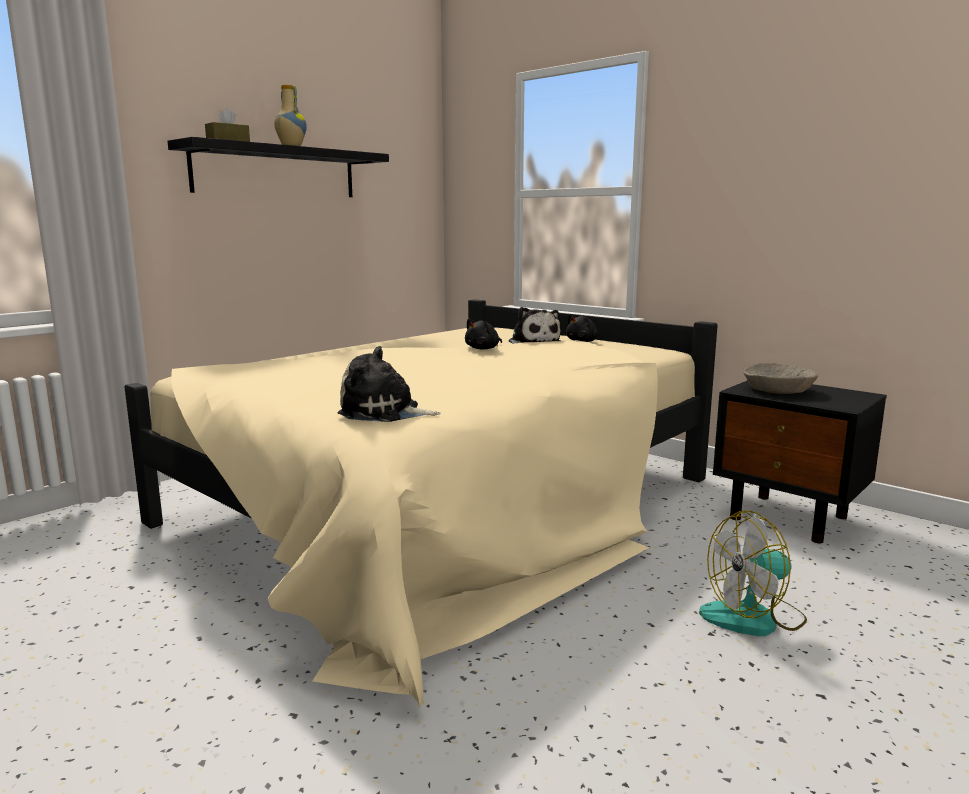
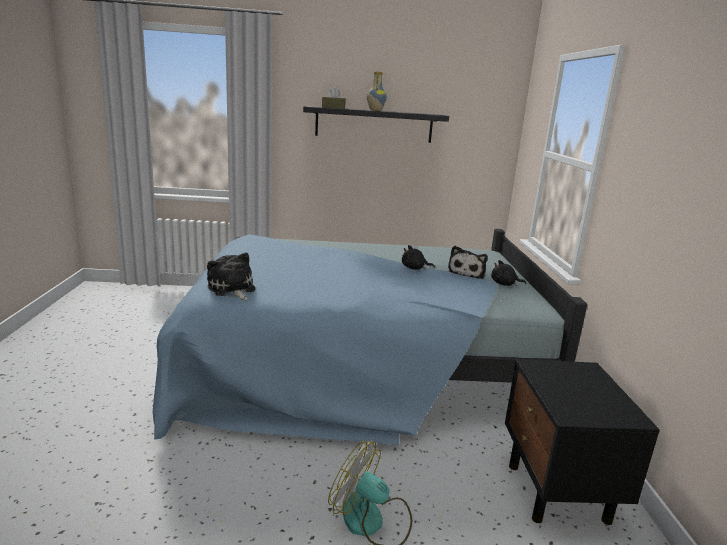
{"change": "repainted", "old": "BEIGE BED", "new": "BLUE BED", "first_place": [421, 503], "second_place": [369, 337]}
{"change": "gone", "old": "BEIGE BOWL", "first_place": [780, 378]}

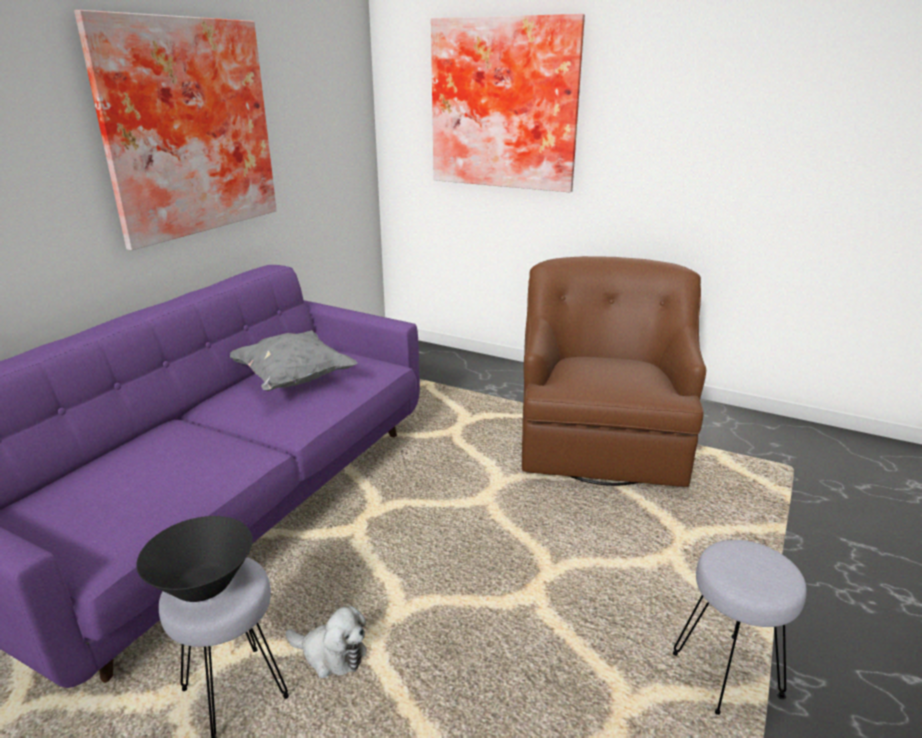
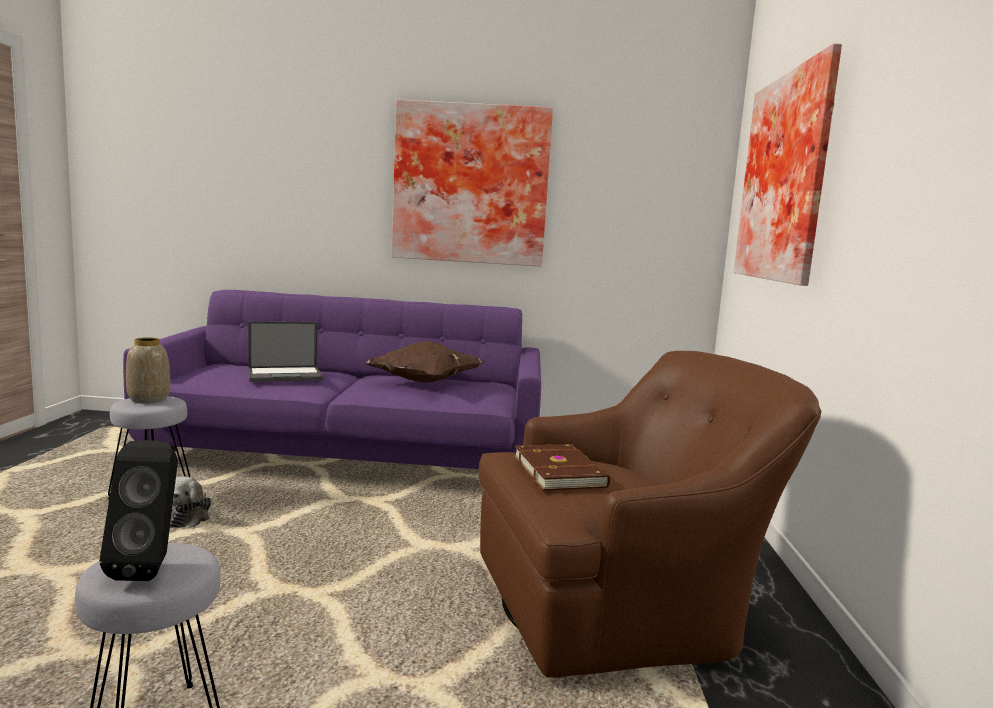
{"change": "new", "new": "BLACK SPEAKER", "second_place": [139, 510]}
{"change": "swapped", "old": "BLACK BOWL", "new": "VASE", "first_place": [194, 559], "second_place": [148, 370]}
{"change": "new", "new": "LAPTOP", "second_place": [285, 351]}
{"change": "repainted", "old": "GREY PILLOW", "new": "BROWN PILLOW", "first_place": [294, 360], "second_place": [424, 362]}
{"change": "new", "new": "BROWN BOOK", "second_place": [562, 467]}

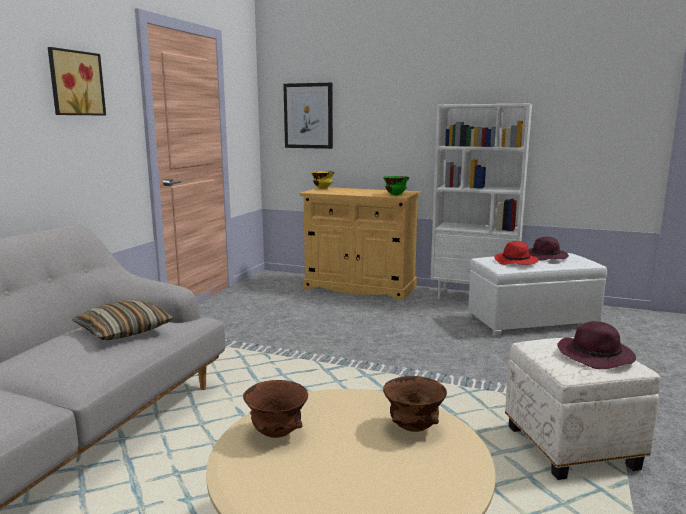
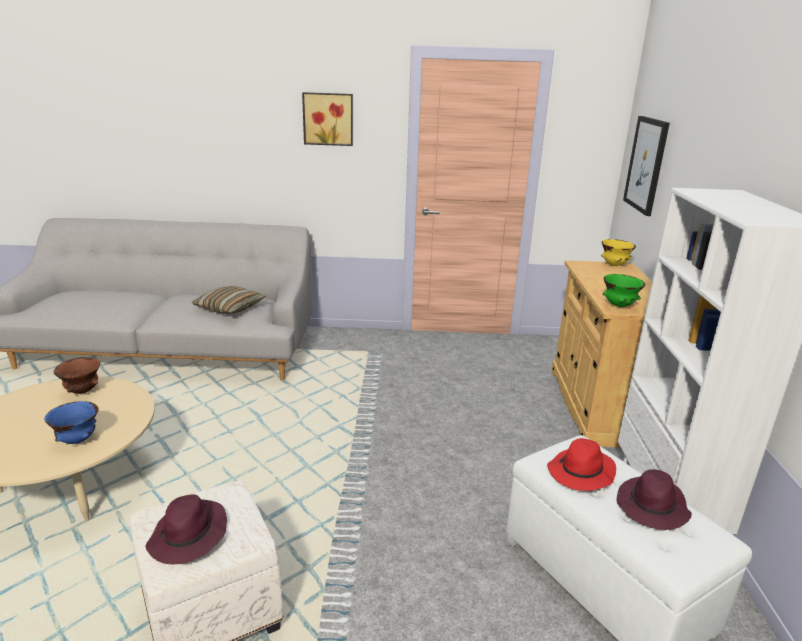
{"change": "repainted", "old": "BROWN BOWL", "new": "BLUE BOWL", "first_place": [415, 404], "second_place": [71, 422]}

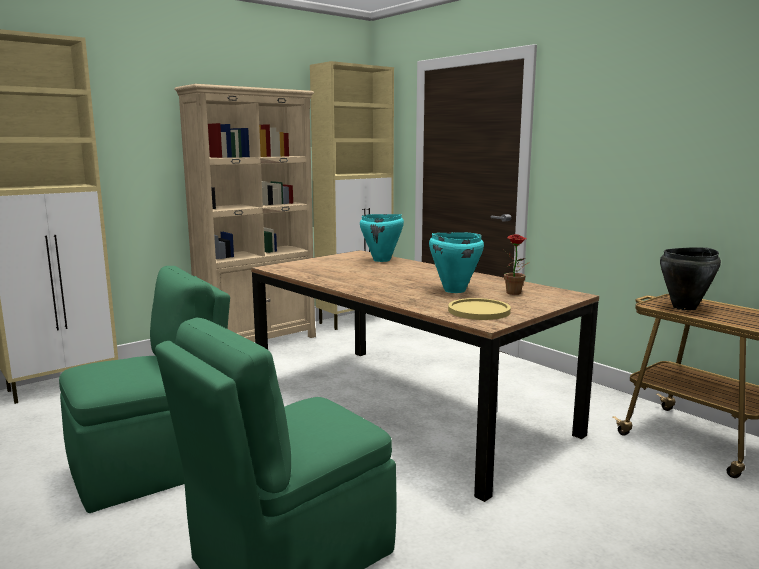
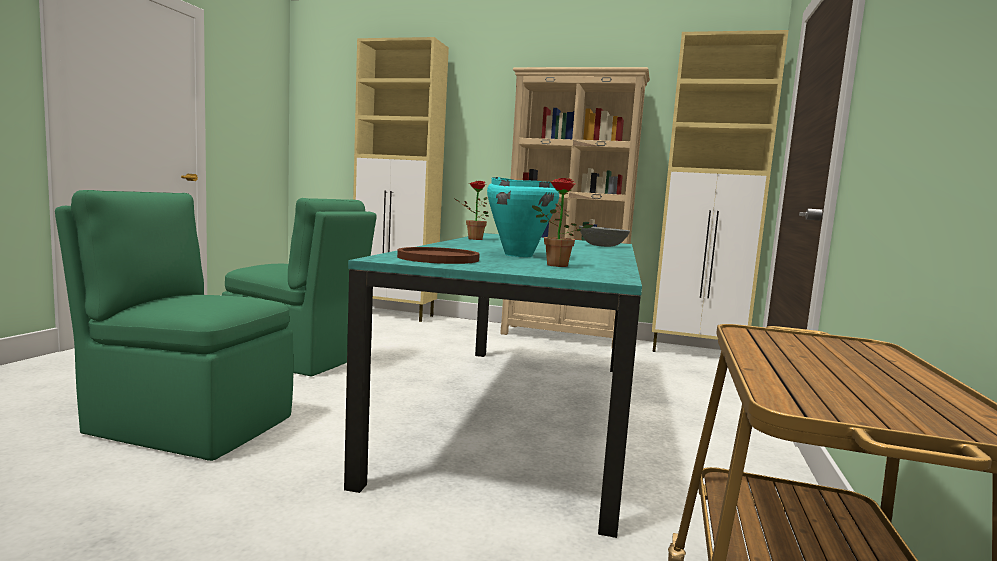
{"change": "repainted", "old": "BROWN DINING TABLE", "new": "TURQUOISE DINING TABLE", "first_place": [425, 376], "second_place": [493, 385]}
{"change": "repainted", "old": "YELLOW PLATE", "new": "BROWN PLATE", "first_place": [479, 309], "second_place": [438, 255]}
{"change": "new", "new": "POTTED PLANT", "second_place": [472, 210]}
{"change": "swapped", "old": "TURQUOISE COOKING POT", "new": "GREY BOWL", "first_place": [382, 238], "second_place": [604, 236]}
{"change": "gone", "old": "BLACK COOKING POT", "first_place": [690, 278]}

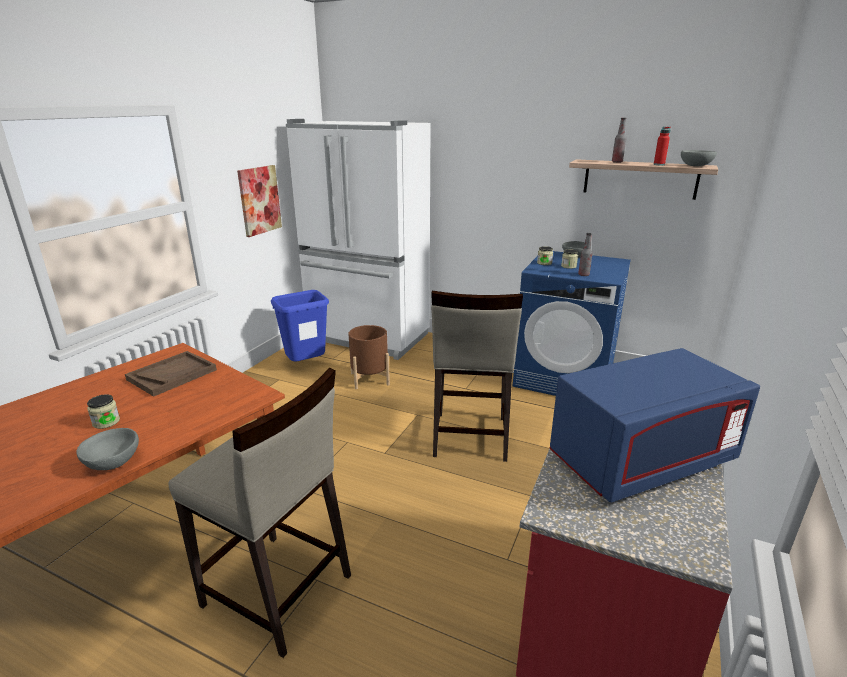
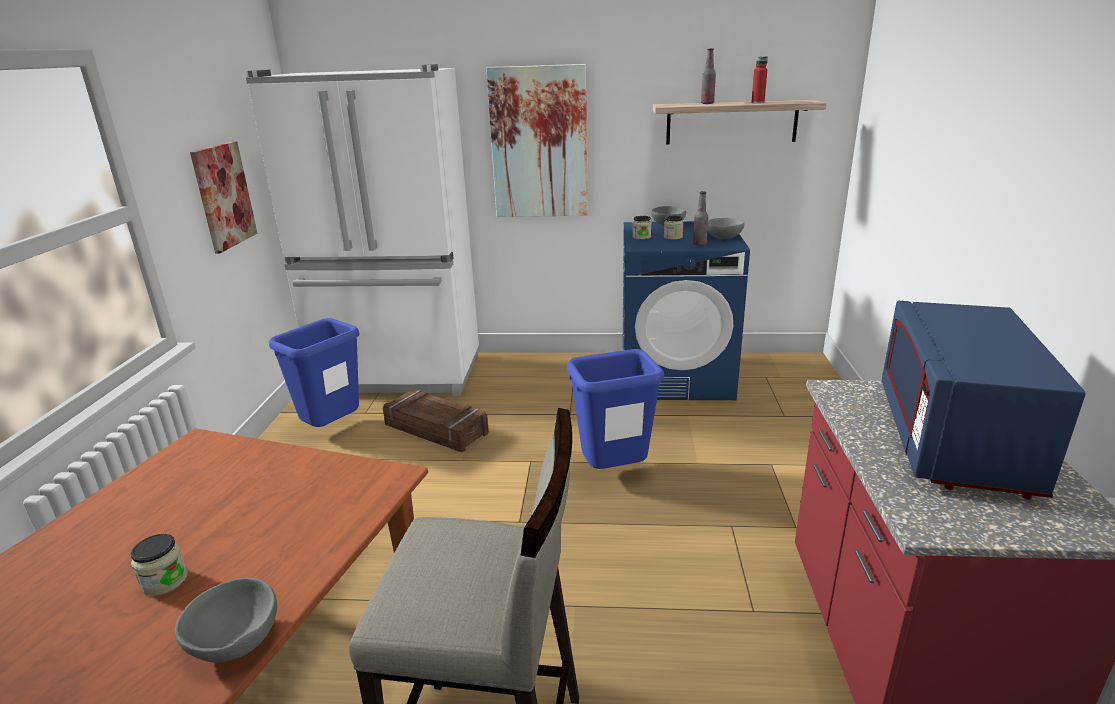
{"change": "swapped", "old": "BROWN PLANTER", "new": "CRATE", "first_place": [369, 357], "second_place": [436, 420]}
{"change": "new", "new": "PICTURE", "second_place": [537, 140]}
{"change": "swapped", "old": "BEIGE STOOL", "new": "BLUE TRASH CAN", "first_place": [477, 376], "second_place": [615, 409]}
{"change": "shifted", "old": "GREY BOWL", "first_place": [699, 158], "second_place": [726, 228]}
{"change": "rotated", "old": "BLUE MICROWAVE", "first_place": [654, 425], "second_place": [984, 400], "degrees": 150}
{"change": "gone", "old": "BROWN TRAY", "first_place": [171, 374]}

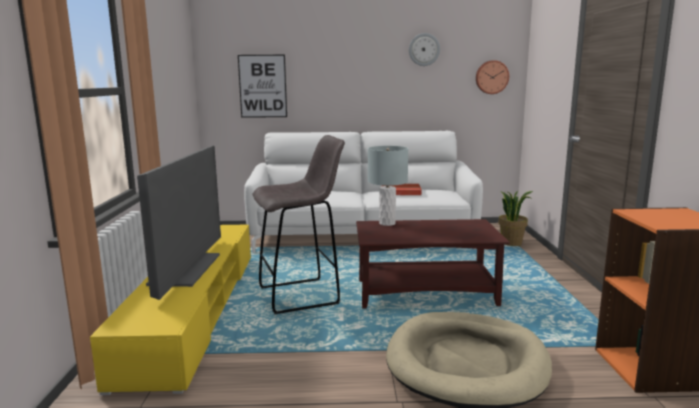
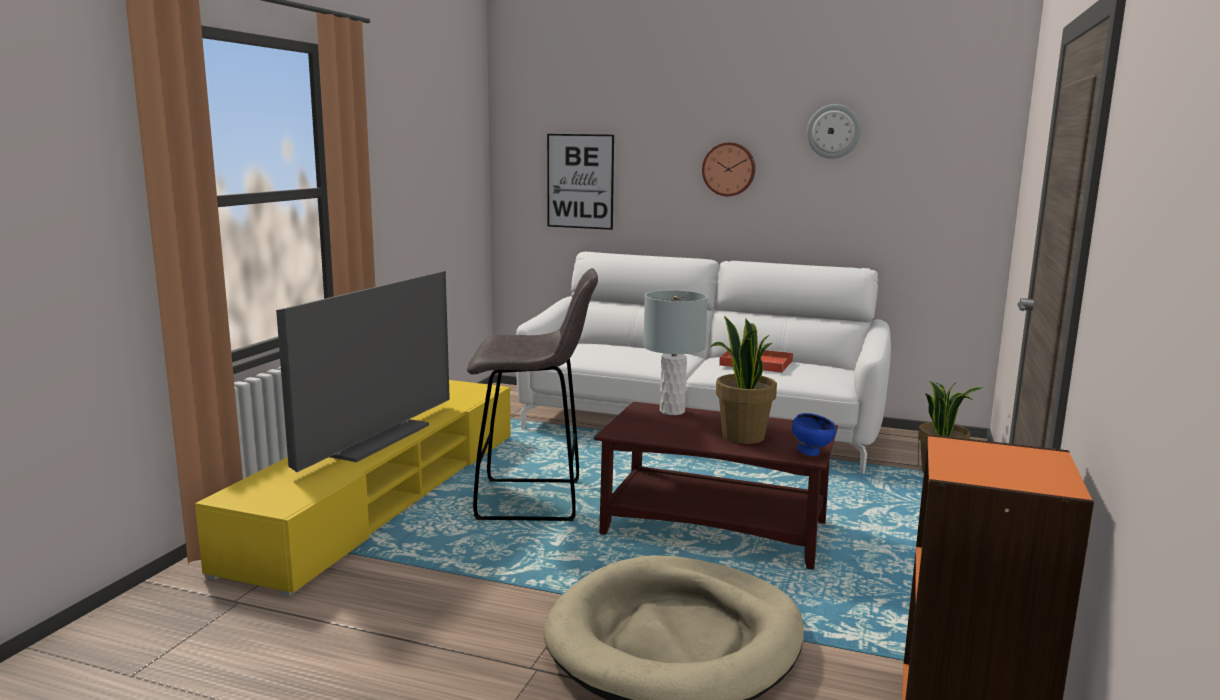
{"change": "shifted", "old": "WALL CLOCK", "first_place": [492, 77], "second_place": [728, 169]}
{"change": "new", "new": "POTTED PLANT", "second_place": [743, 380]}
{"change": "new", "new": "BLUE BOWL", "second_place": [814, 434]}

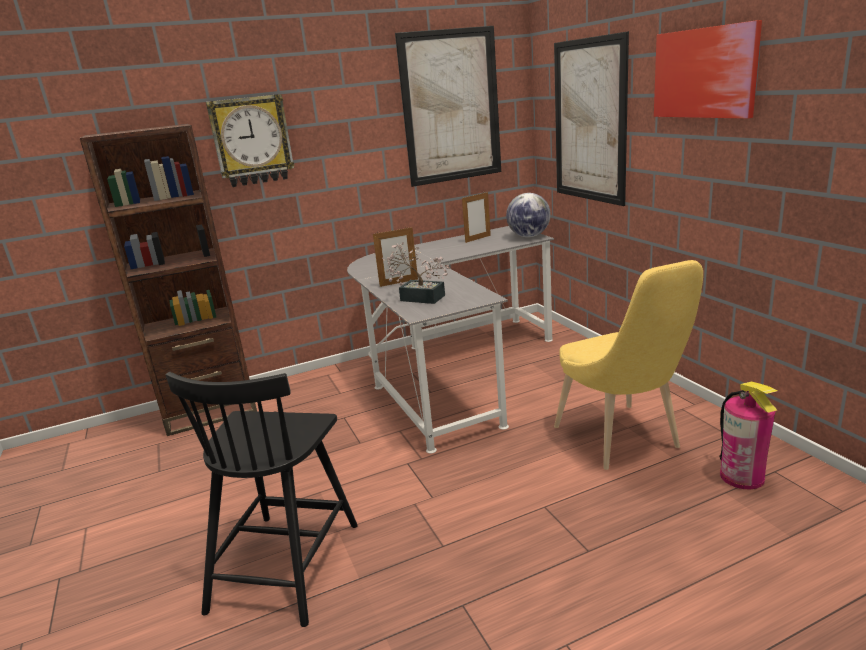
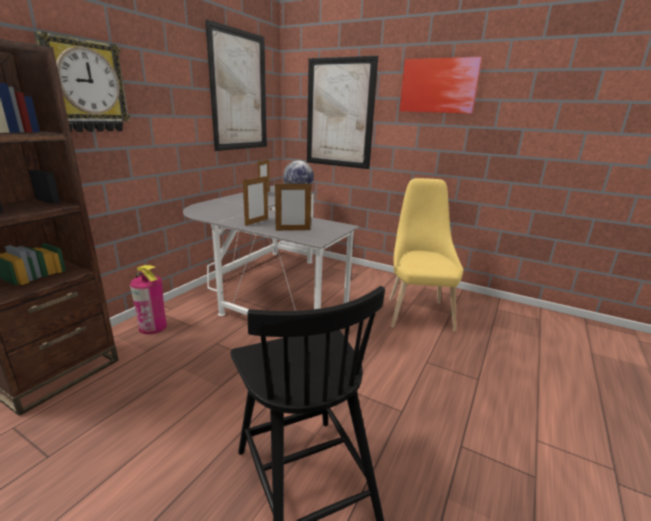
{"change": "shifted", "old": "FIRE EXTINGUISHER", "first_place": [748, 436], "second_place": [148, 299]}
{"change": "swapped", "old": "POTTED PLANT", "new": "PICTURE FRAME", "first_place": [416, 273], "second_place": [293, 206]}
{"change": "rotated", "old": "YELLOW CHAIR", "first_place": [628, 365], "second_place": [426, 255], "degrees": -120}

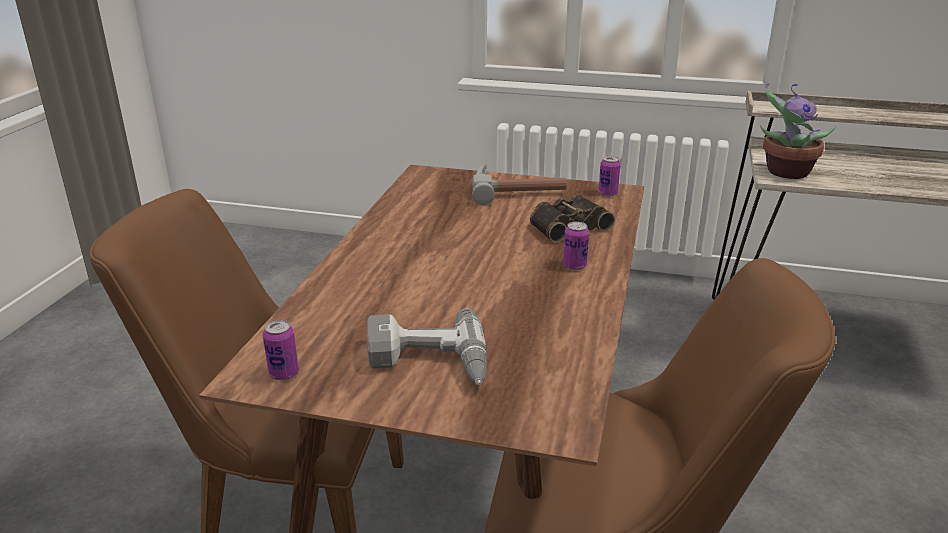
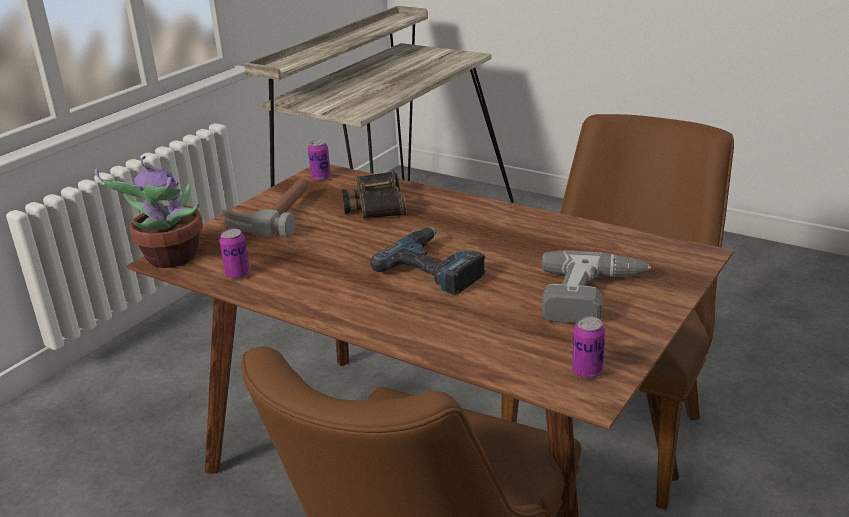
{"change": "shifted", "old": "POTTED PLANT", "first_place": [798, 130], "second_place": [149, 212]}
{"change": "shifted", "old": "CAN", "first_place": [576, 246], "second_place": [234, 254]}
{"change": "new", "new": "POWER DRILL", "second_place": [428, 261]}

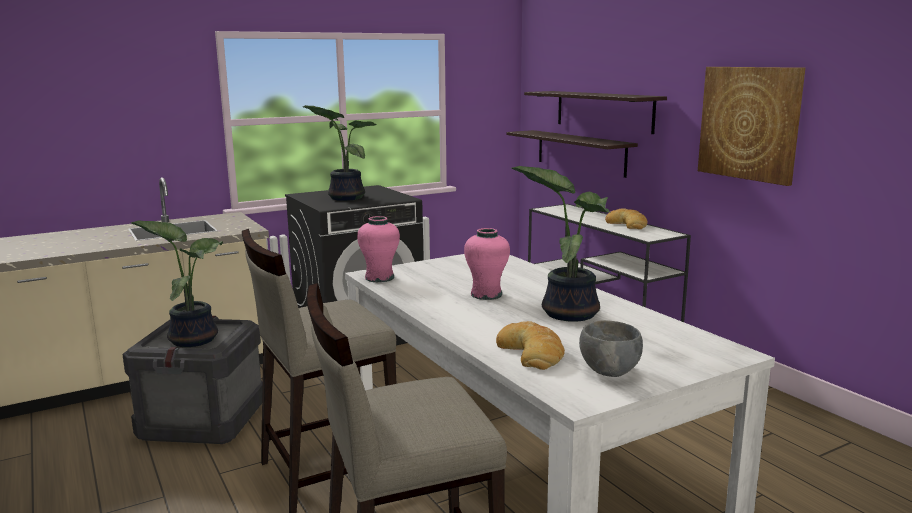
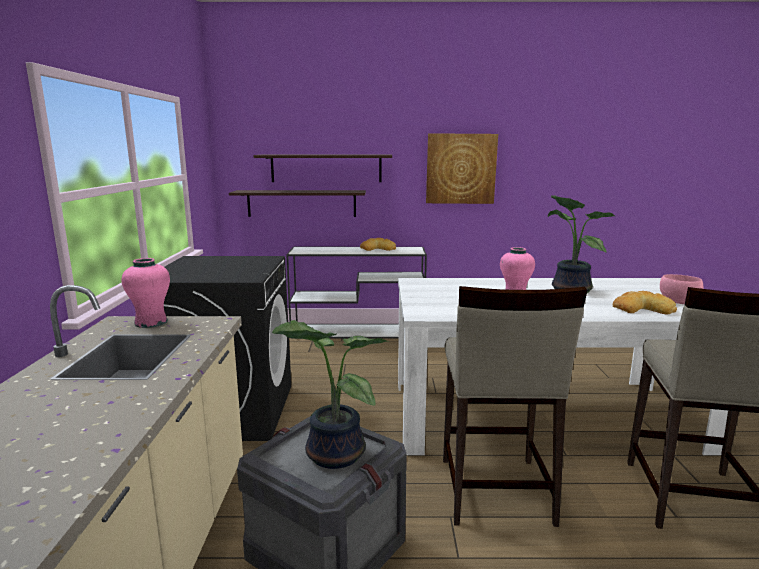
{"change": "shifted", "old": "PINK VASE", "first_place": [378, 249], "second_place": [145, 293]}
{"change": "repainted", "old": "GREY BOWL", "new": "PINK BOWL", "first_place": [611, 348], "second_place": [682, 289]}
{"change": "gone", "old": "POTTED PLANT", "first_place": [340, 153]}

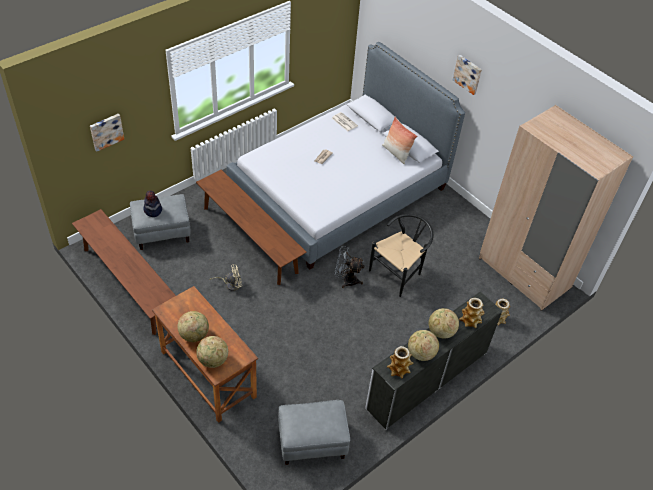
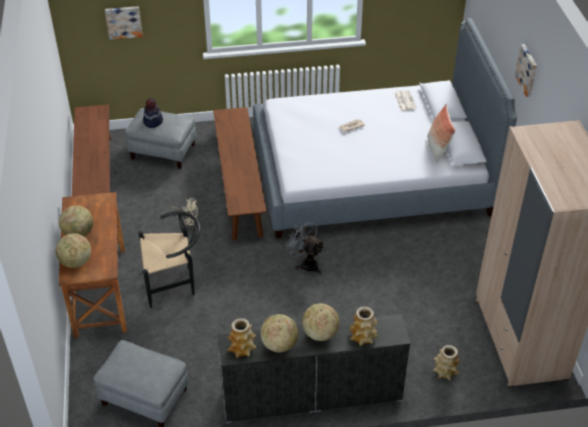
{"change": "shifted", "old": "BLACK CHAIR", "first_place": [401, 255], "second_place": [169, 259]}

